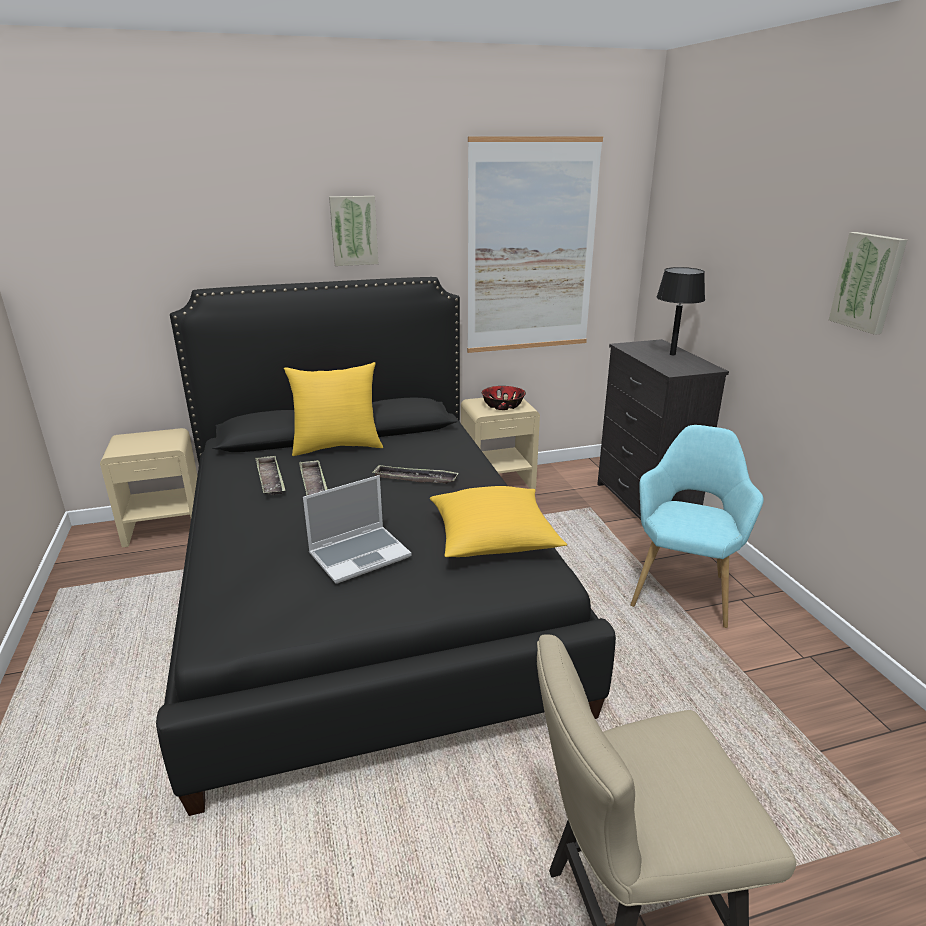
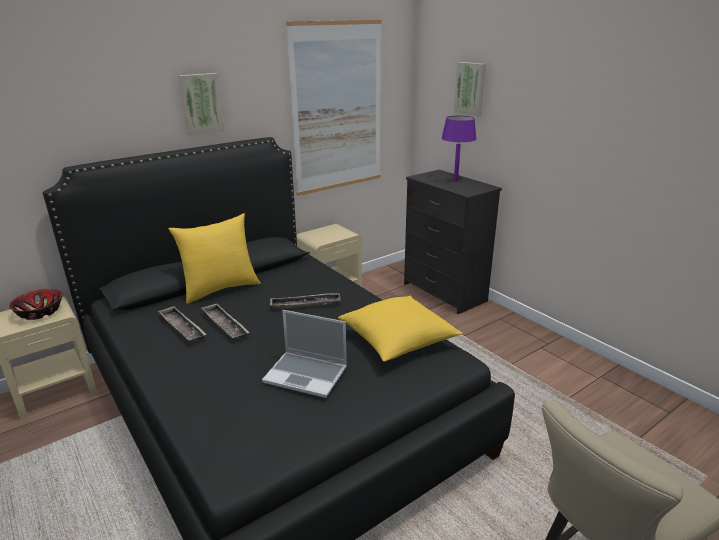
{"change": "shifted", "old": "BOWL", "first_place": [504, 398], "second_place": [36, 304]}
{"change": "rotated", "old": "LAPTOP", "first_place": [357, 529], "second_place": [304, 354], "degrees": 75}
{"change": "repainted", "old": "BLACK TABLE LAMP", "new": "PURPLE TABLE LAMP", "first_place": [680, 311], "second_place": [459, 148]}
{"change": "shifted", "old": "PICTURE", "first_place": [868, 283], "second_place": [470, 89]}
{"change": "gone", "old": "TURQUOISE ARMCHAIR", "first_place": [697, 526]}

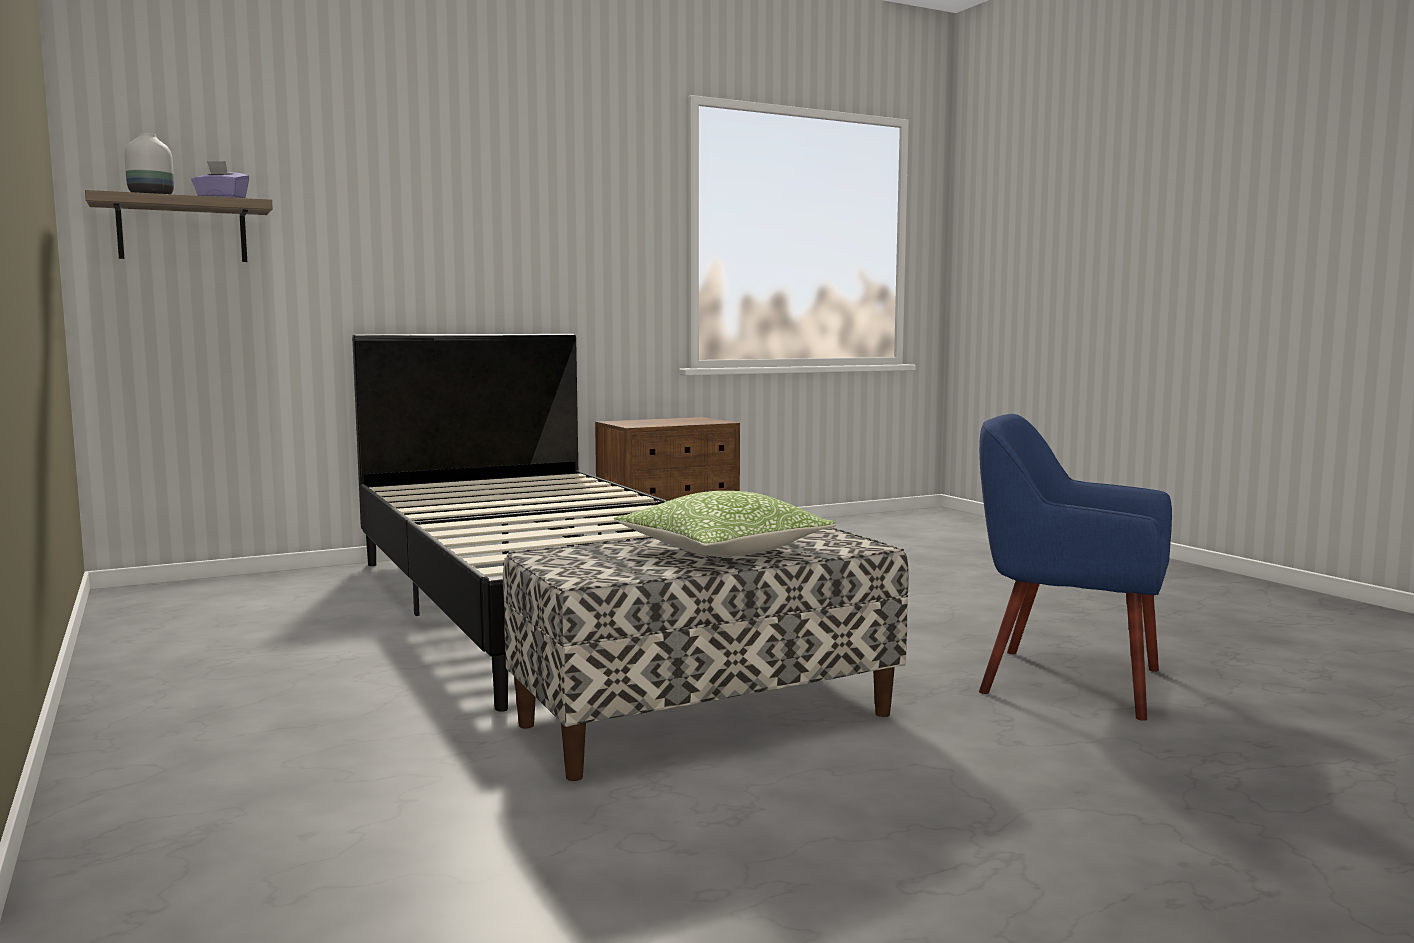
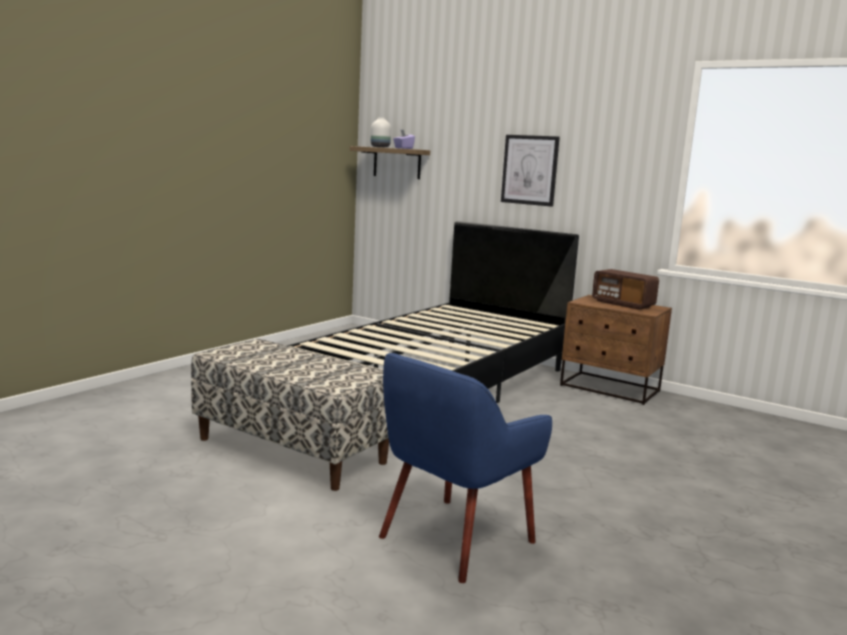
{"change": "rotated", "old": "BLUE ARMCHAIR", "first_place": [1075, 567], "second_place": [465, 468], "degrees": -135}
{"change": "new", "new": "PICTURE", "second_place": [530, 171]}
{"change": "new", "new": "RADIO", "second_place": [625, 289]}
{"change": "gone", "old": "PILLOW", "first_place": [725, 524]}

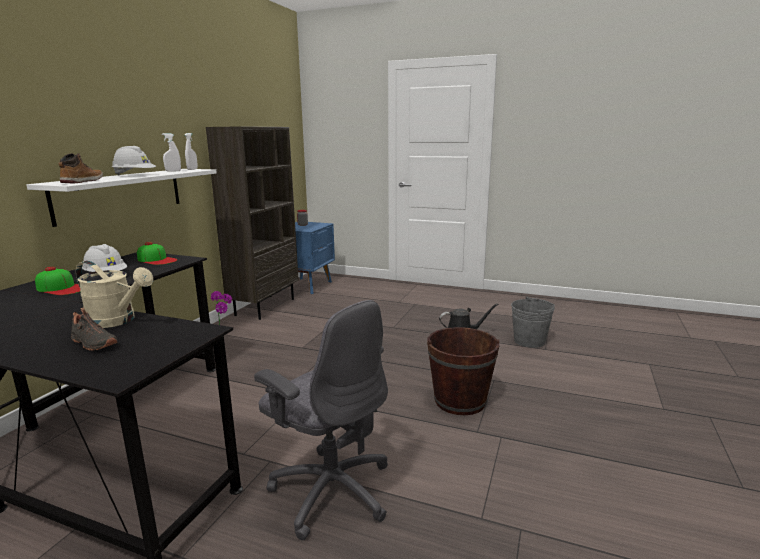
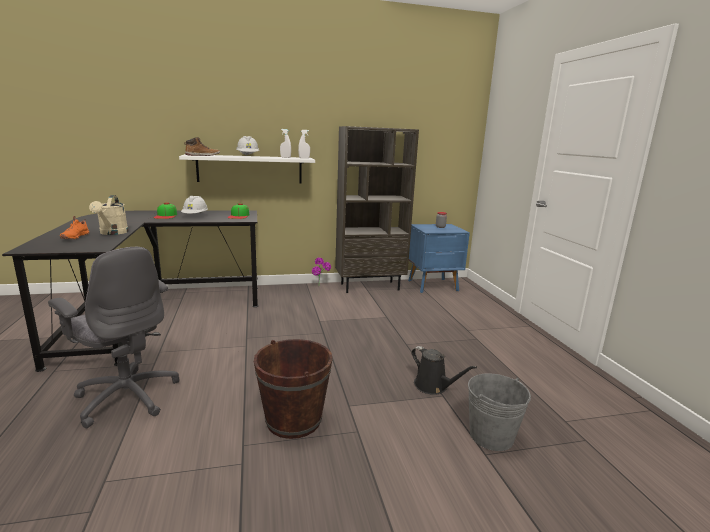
{"change": "rotated", "old": "GREY OFFICE CHAIR", "first_place": [321, 420], "second_place": [114, 337], "degrees": -60}
{"change": "repainted", "old": "BLACK SHOE", "new": "ORANGE SHOE", "first_place": [94, 329], "second_place": [75, 227]}

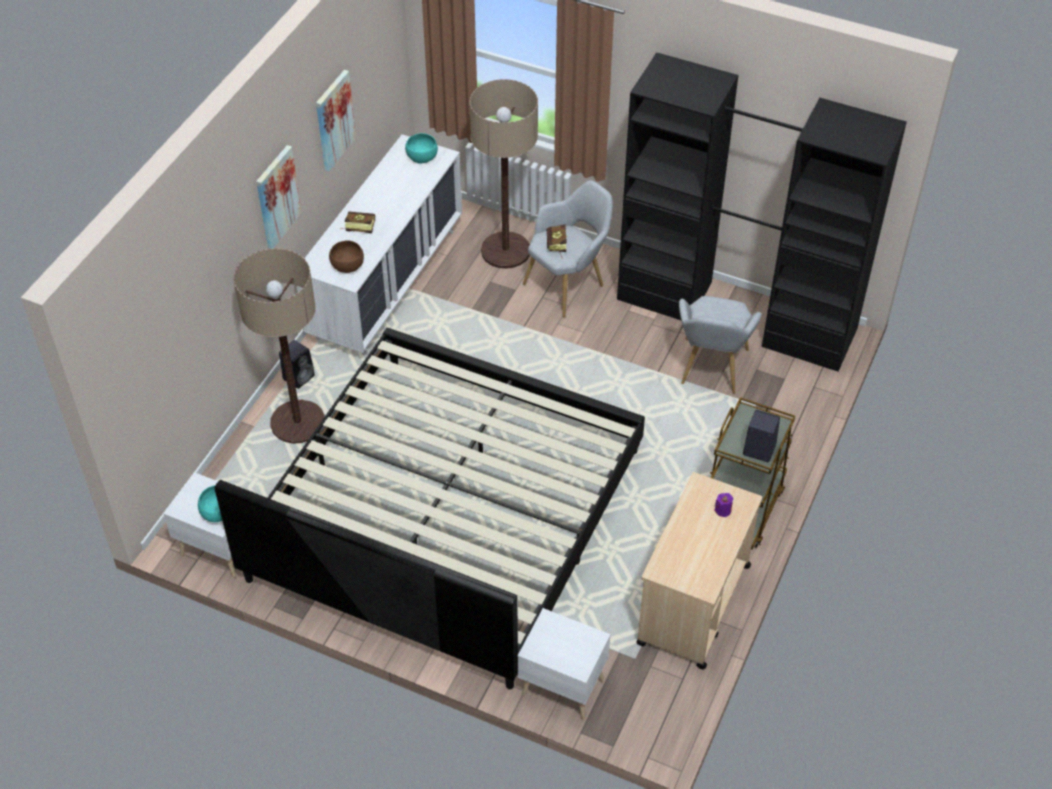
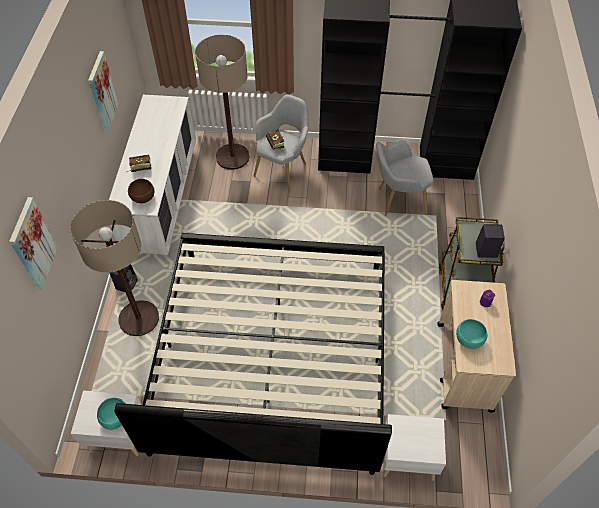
{"change": "shifted", "old": "PICTURE", "first_place": [279, 197], "second_place": [33, 243]}
{"change": "rotated", "old": "GREY ARMCHAIR", "first_place": [720, 344], "second_place": [405, 178], "degrees": 90}
{"change": "shifted", "old": "TURQUOISE BOWL", "first_place": [421, 148], "second_place": [471, 334]}

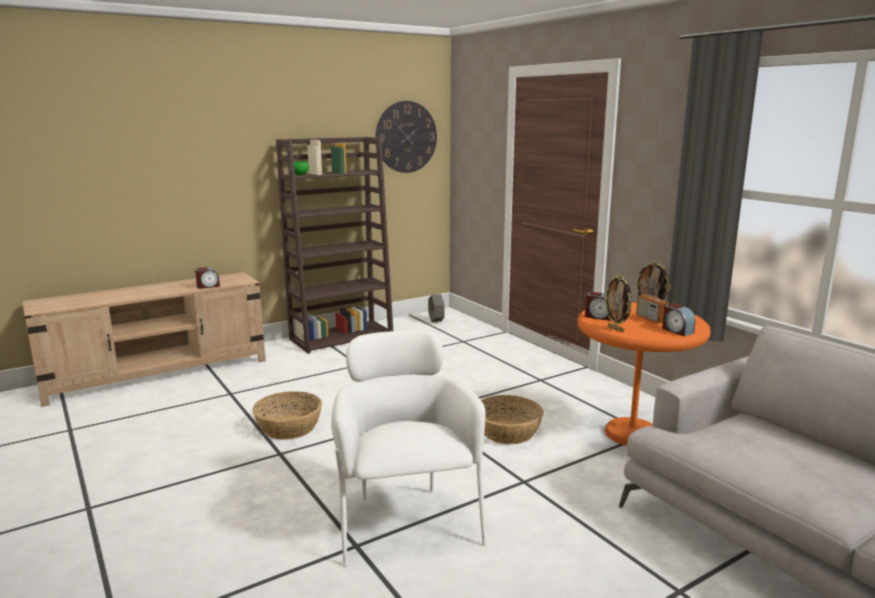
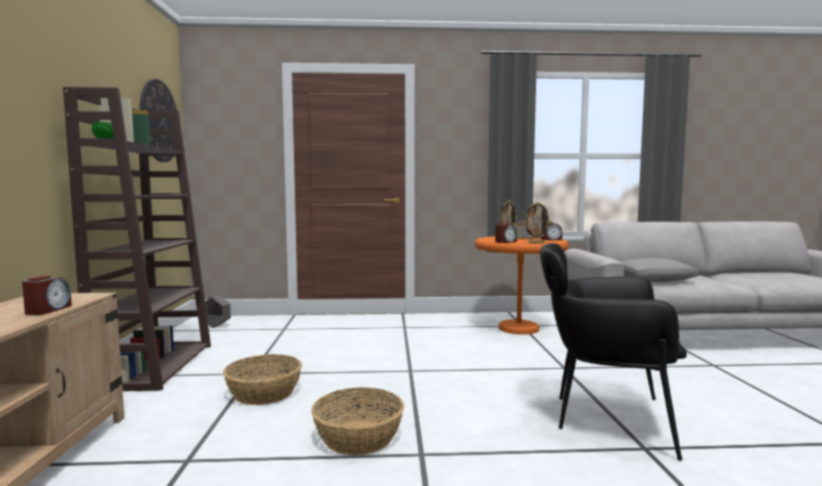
{"change": "shifted", "old": "BASKET", "first_place": [512, 419], "second_place": [262, 379]}
{"change": "repainted", "old": "WHITE ARMCHAIR", "new": "BLACK ARMCHAIR", "first_place": [408, 448], "second_place": [613, 352]}
{"change": "new", "new": "GREY PILLOW", "second_place": [659, 270]}

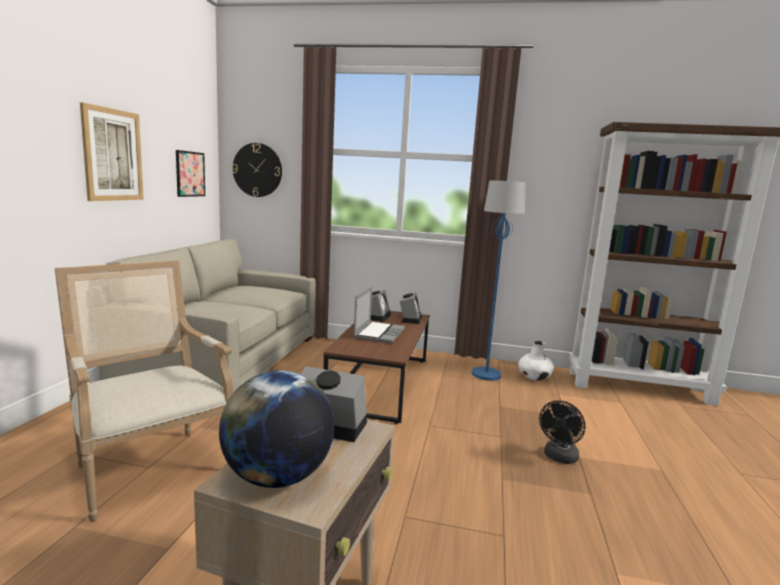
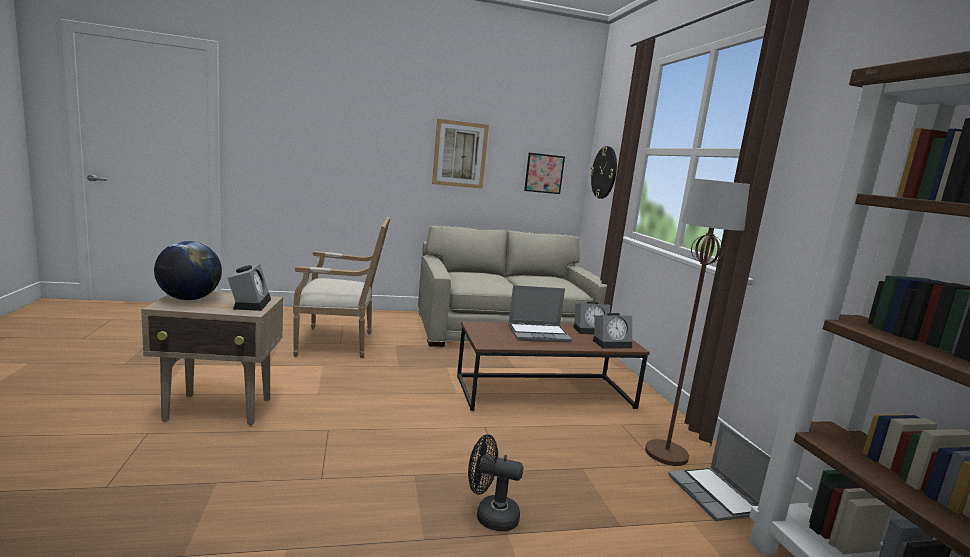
{"change": "rotated", "old": "ARMCHAIR", "first_place": [144, 391], "second_place": [341, 287], "degrees": 60}
{"change": "repainted", "old": "BLUE FLOOR LAMP", "new": "BROWN FLOOR LAMP", "first_place": [499, 280], "second_place": [697, 322]}
{"change": "swapped", "old": "WHITE VASE", "new": "LAPTOP", "first_place": [536, 360], "second_place": [719, 472]}

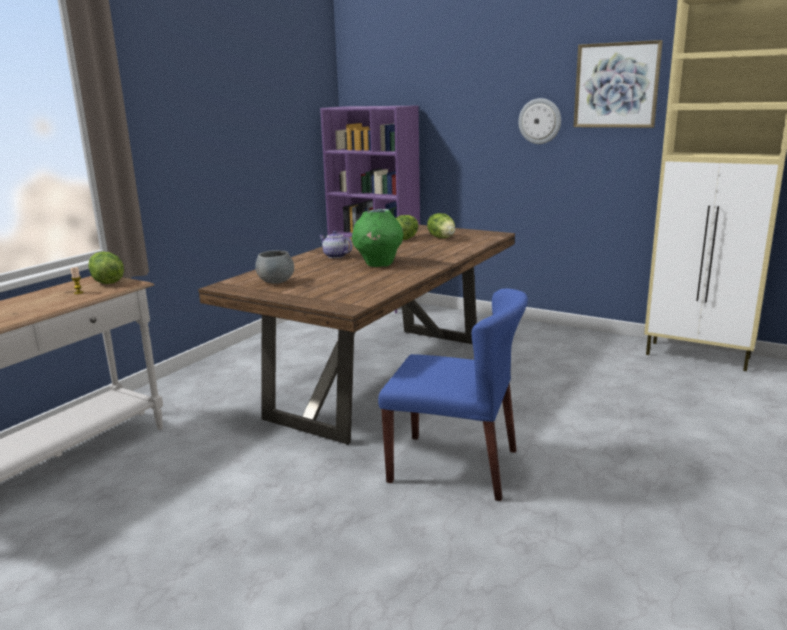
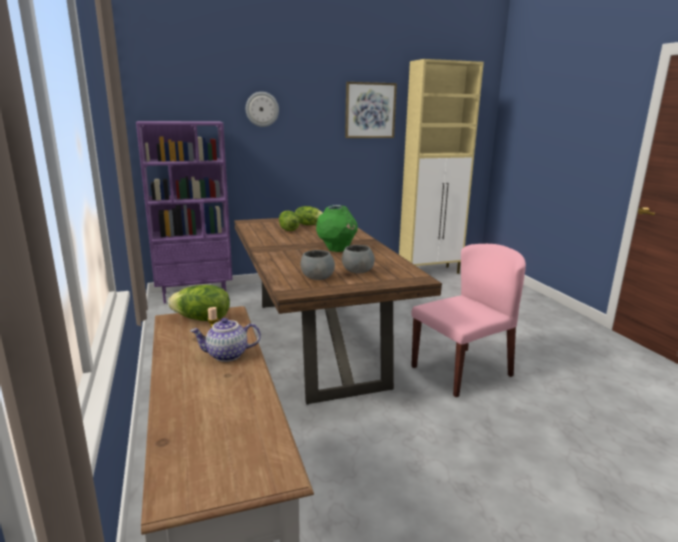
{"change": "shifted", "old": "TEAPOT", "first_place": [335, 244], "second_place": [225, 340]}
{"change": "shifted", "old": "WALL CLOCK", "first_place": [539, 121], "second_place": [262, 109]}
{"change": "new", "new": "GREY BOWL", "second_place": [358, 259]}
{"change": "repainted", "old": "BLUE CHAIR", "new": "PINK CHAIR", "first_place": [453, 394], "second_place": [468, 320]}

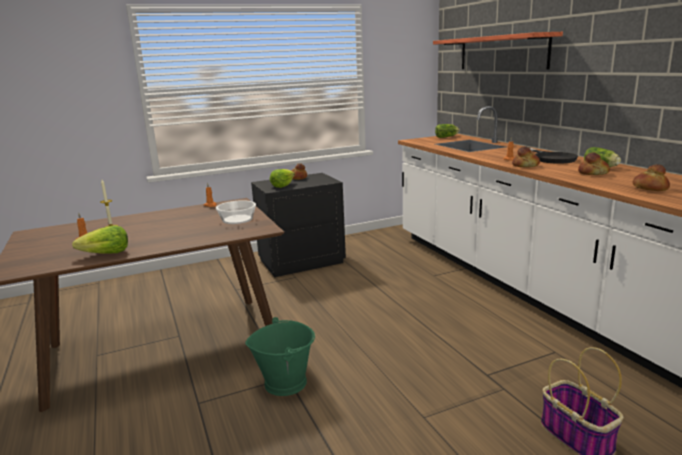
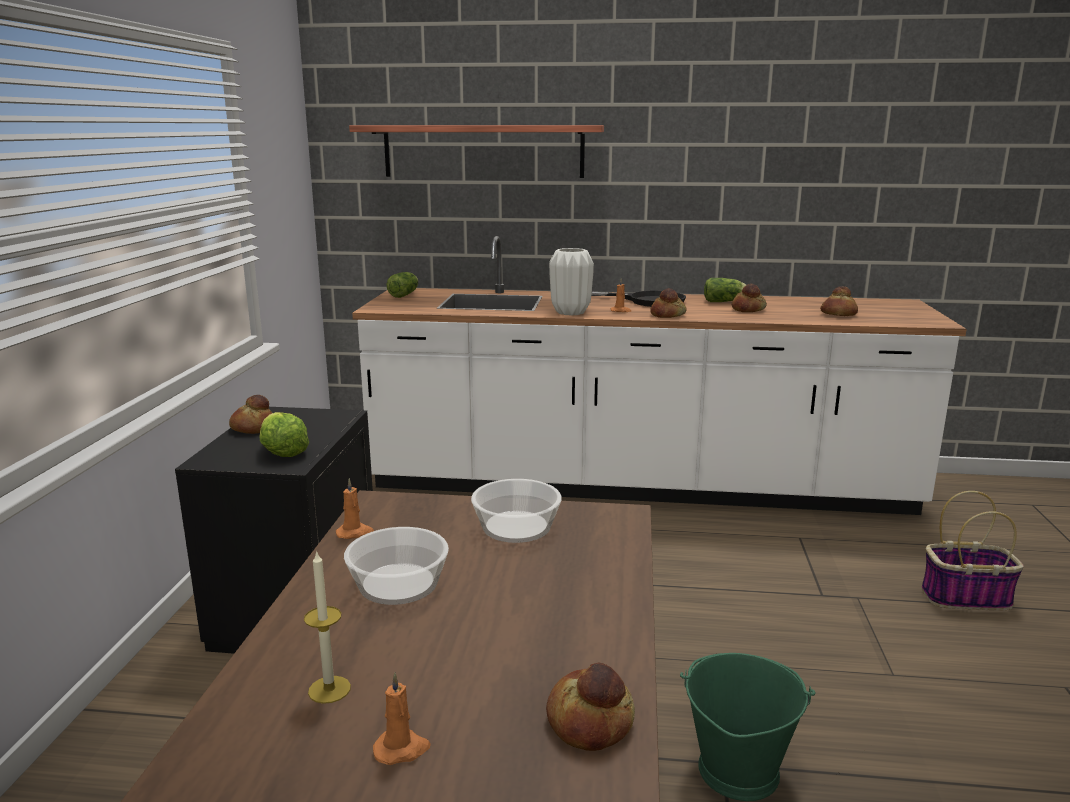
{"change": "new", "new": "BOWL", "second_place": [396, 566]}
{"change": "swapped", "old": "LETTUCE", "new": "BREAD", "first_place": [100, 239], "second_place": [590, 707]}
{"change": "new", "new": "WHITE VASE", "second_place": [571, 281]}

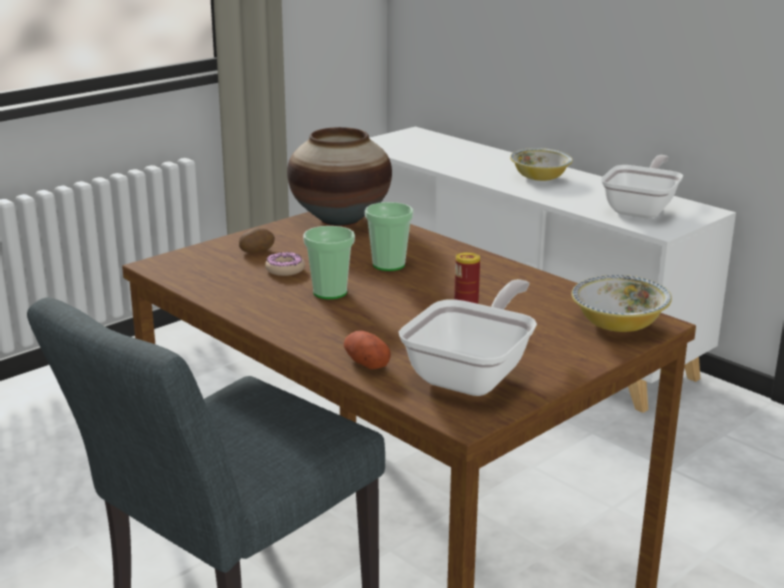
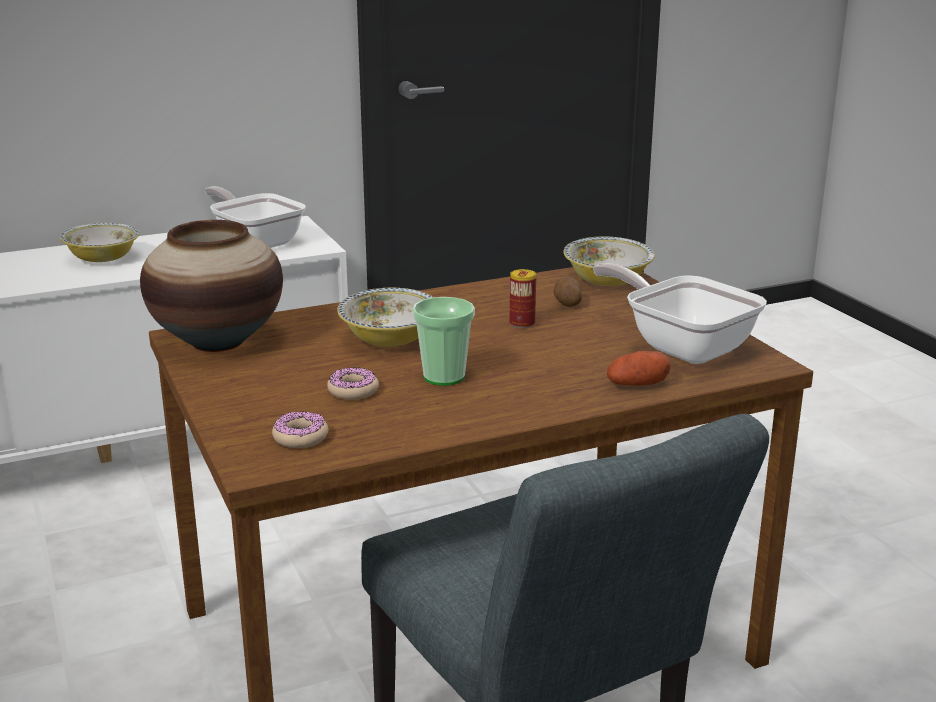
{"change": "new", "new": "DONUT", "second_place": [300, 429]}
{"change": "swapped", "old": "CUP", "new": "BOWL", "first_place": [389, 236], "second_place": [385, 317]}
{"change": "shifted", "old": "POTATO", "first_place": [257, 240], "second_place": [567, 291]}

